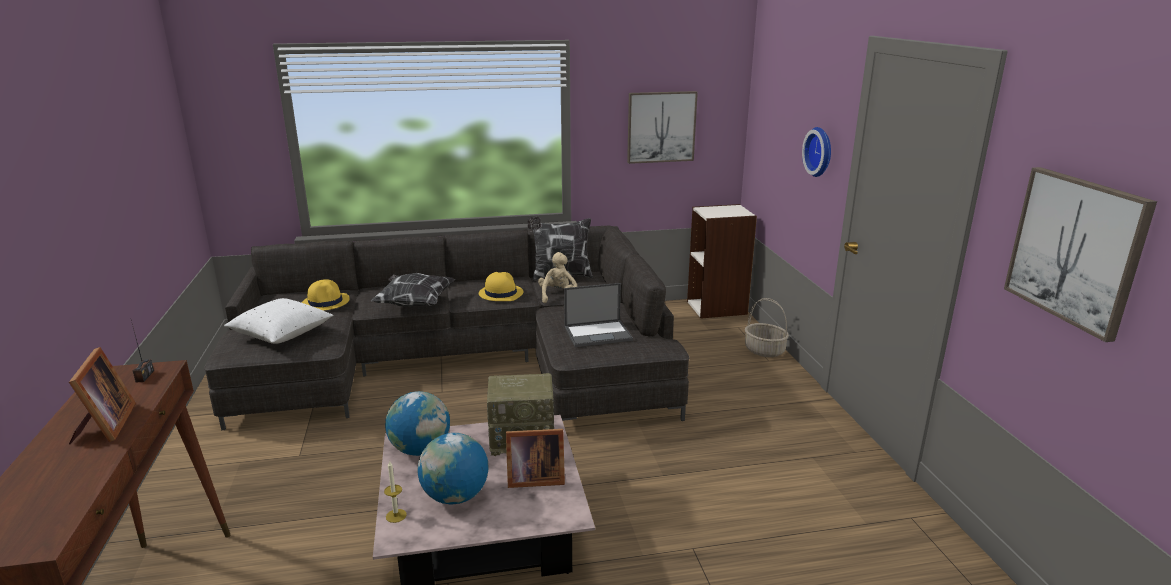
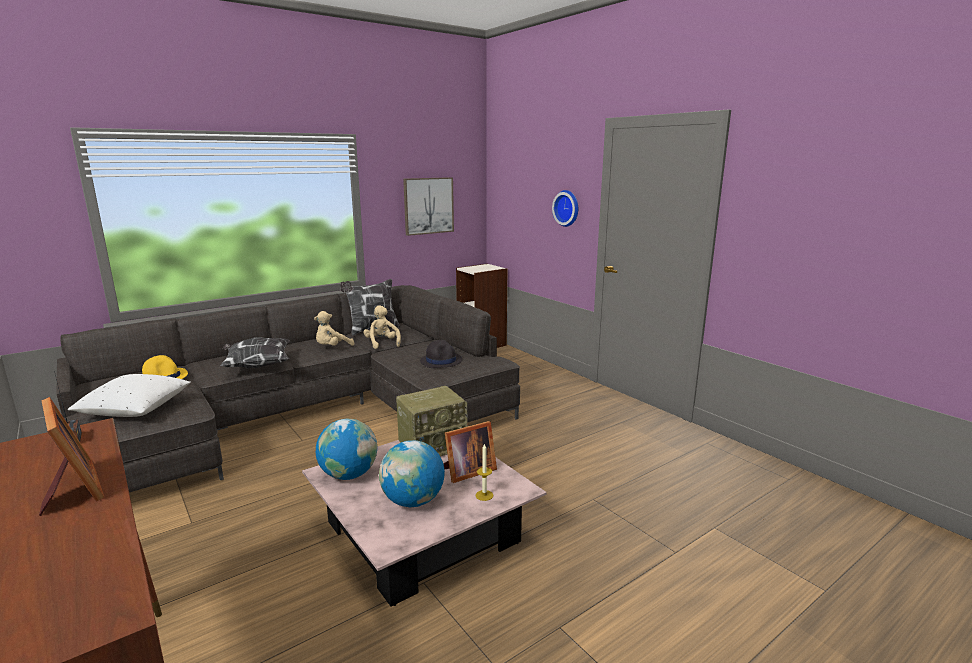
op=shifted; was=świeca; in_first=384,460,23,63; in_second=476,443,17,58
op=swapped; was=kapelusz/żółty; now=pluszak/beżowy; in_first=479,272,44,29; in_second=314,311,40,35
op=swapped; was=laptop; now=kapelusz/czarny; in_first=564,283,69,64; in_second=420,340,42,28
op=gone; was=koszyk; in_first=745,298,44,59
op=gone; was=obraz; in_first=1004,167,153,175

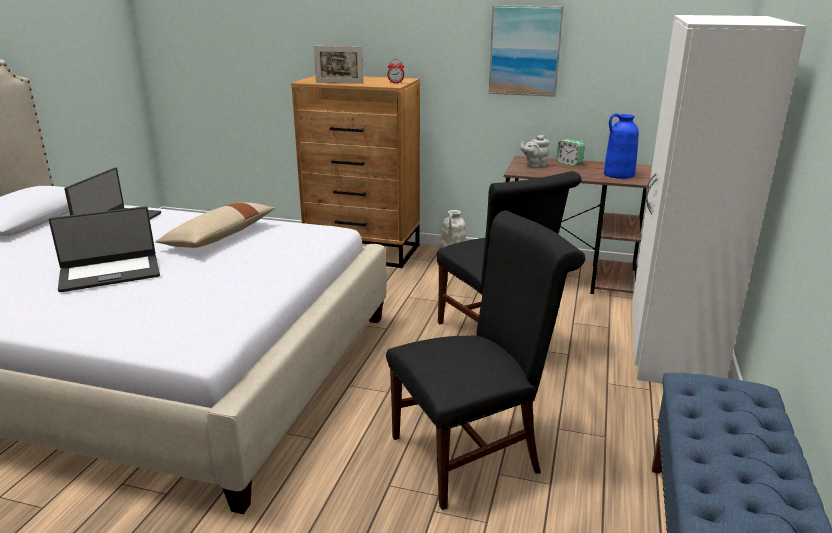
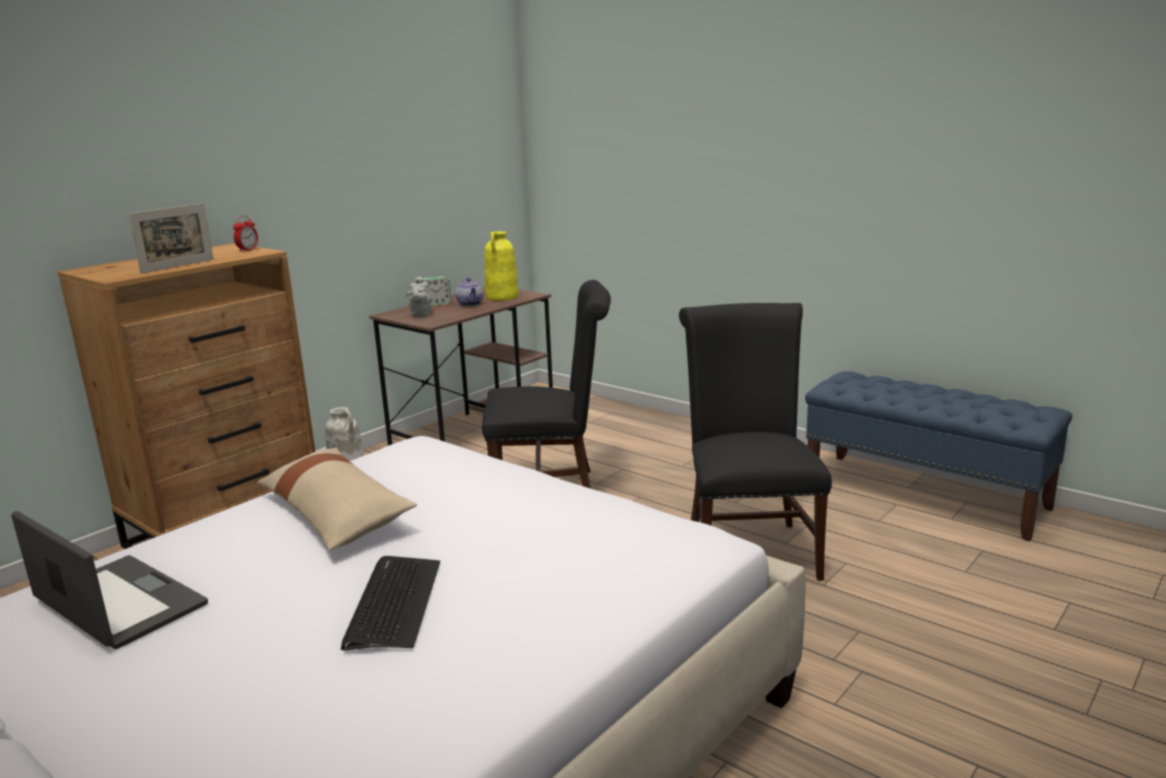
op=swapped; was=laptop; now=klawiatura; in_first=49,206,111,86; in_second=341,556,99,95
op=gone; was=obraz; in_first=489,5,75,92
op=repainted; was=wazon/niebieski; now=wazon/żółty; in_first=604,113,35,66; in_second=484,231,35,70
op=gone; was=szafa/biały; in_first=632,15,175,369
op=new; now=imbryk; in_second=456,278,28,28

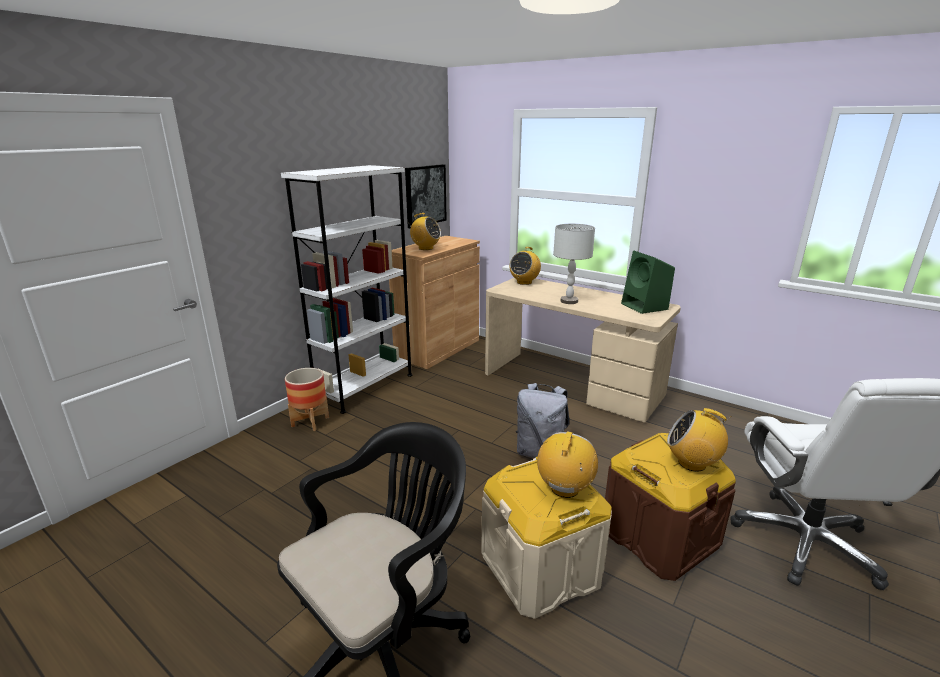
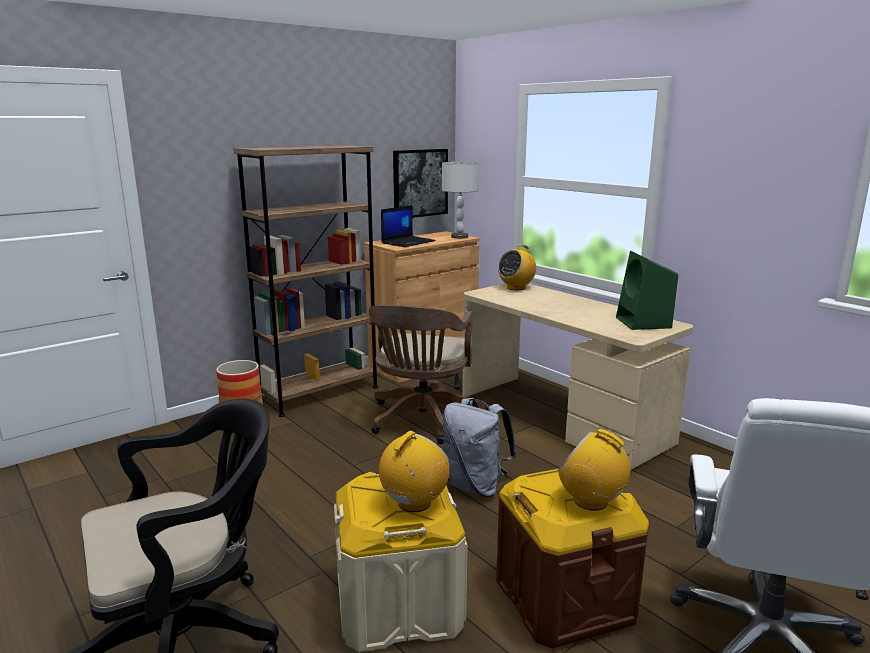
op=repainted; was=regał/biały; now=regał/brązowy; in_first=281,165,132,249; in_second=233,145,145,272
op=swapped; was=radio; now=laptop; in_first=408,213,33,37; in_second=381,205,55,42
op=shifted; was=lampa stołowa/szary; in_first=553,224,42,80; in_second=442,162,37,77
op=new; now=krzesło biurowe/brązowy; in_second=369,305,113,139

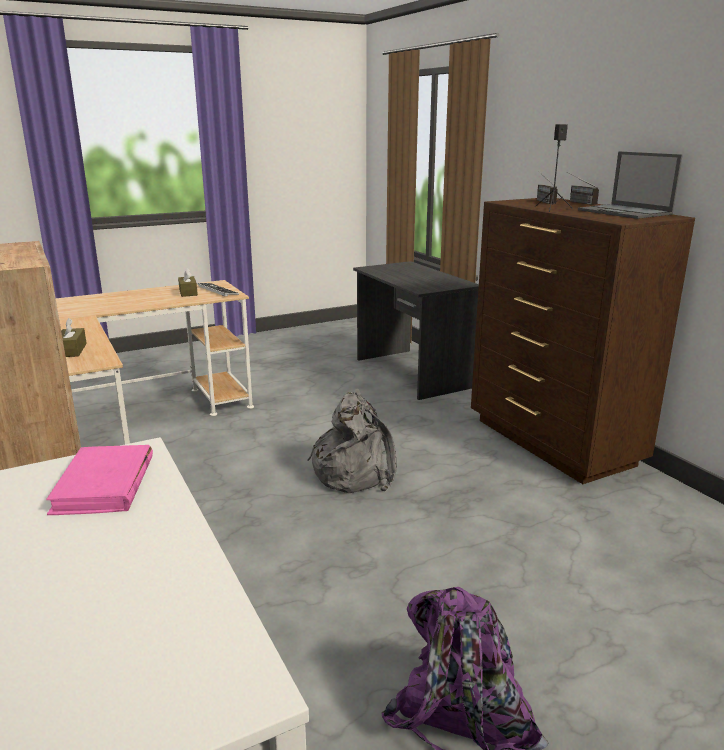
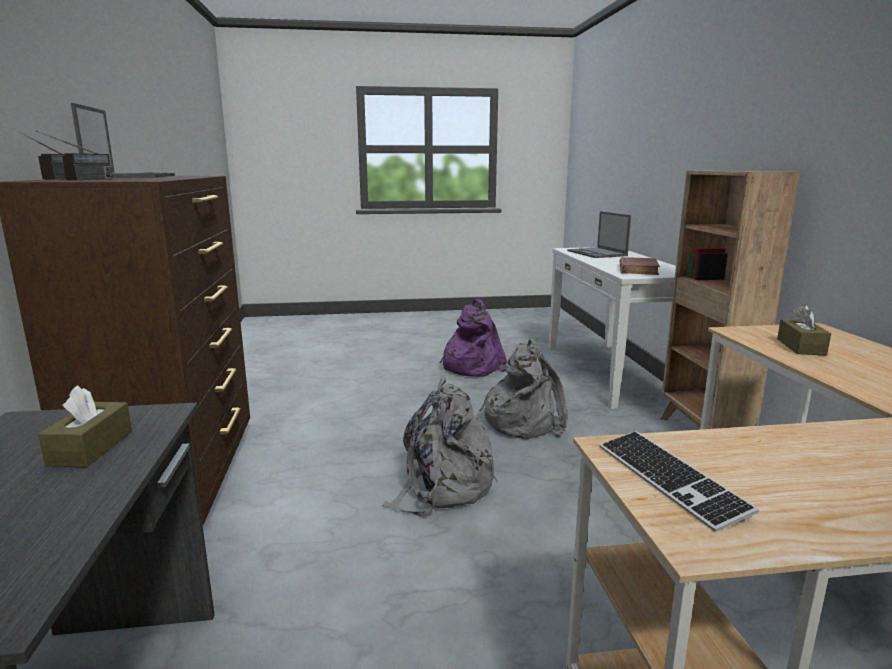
op=repainted; was=książka/różowy; now=książka/brązowy; in_first=46,445,107,70; in_second=620,257,40,18
op=shifted; was=pudełko chusteczek/brązowy; in_first=178,268,20,29; in_second=38,385,94,82
op=gone; was=głośnik/czarny; in_first=535,124,38,88
op=new; now=plecak/szary; in_second=479,339,89,100
op=new; now=laptop; in_second=567,211,64,47

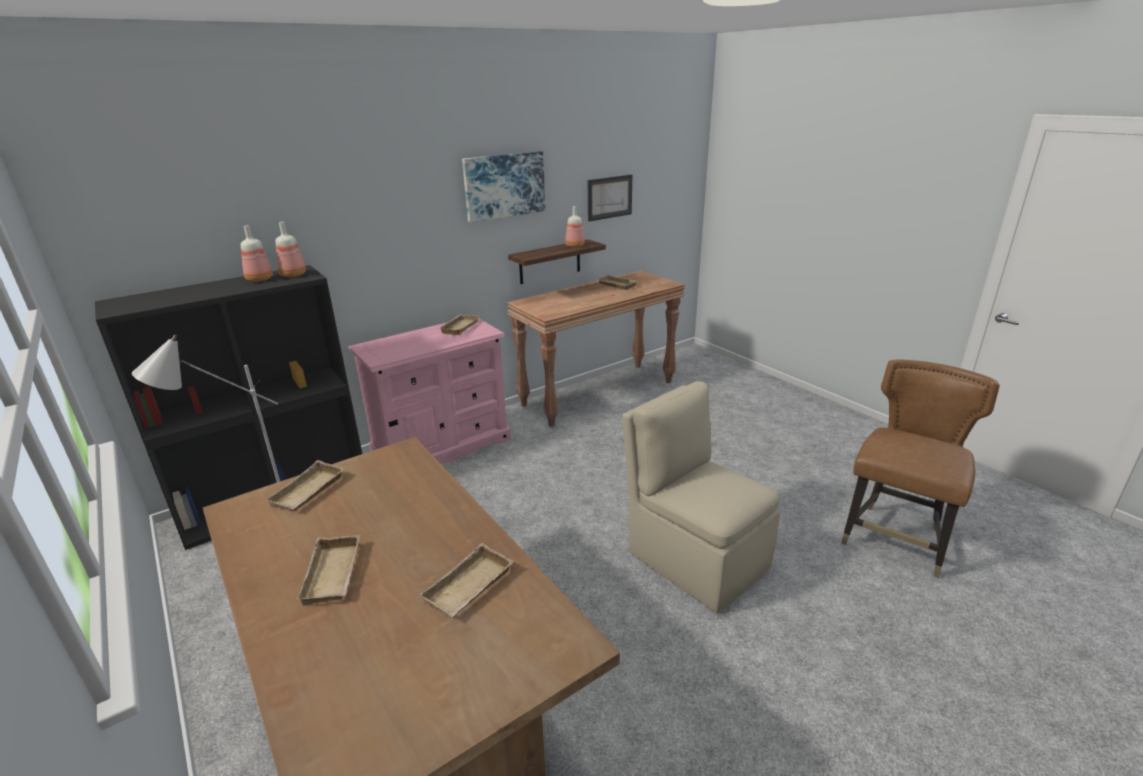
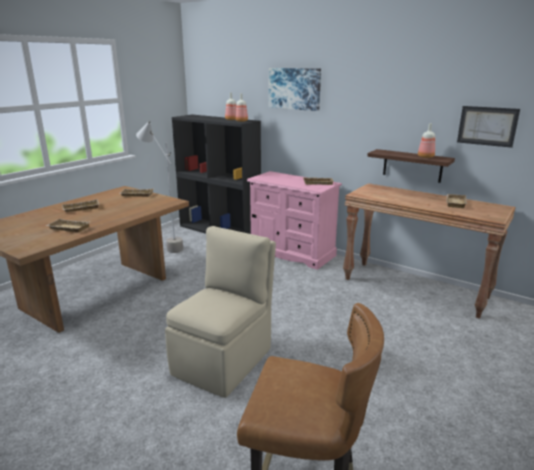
op=shifted; was=obraz; in_first=462,151,83,71; in_second=269,68,52,43

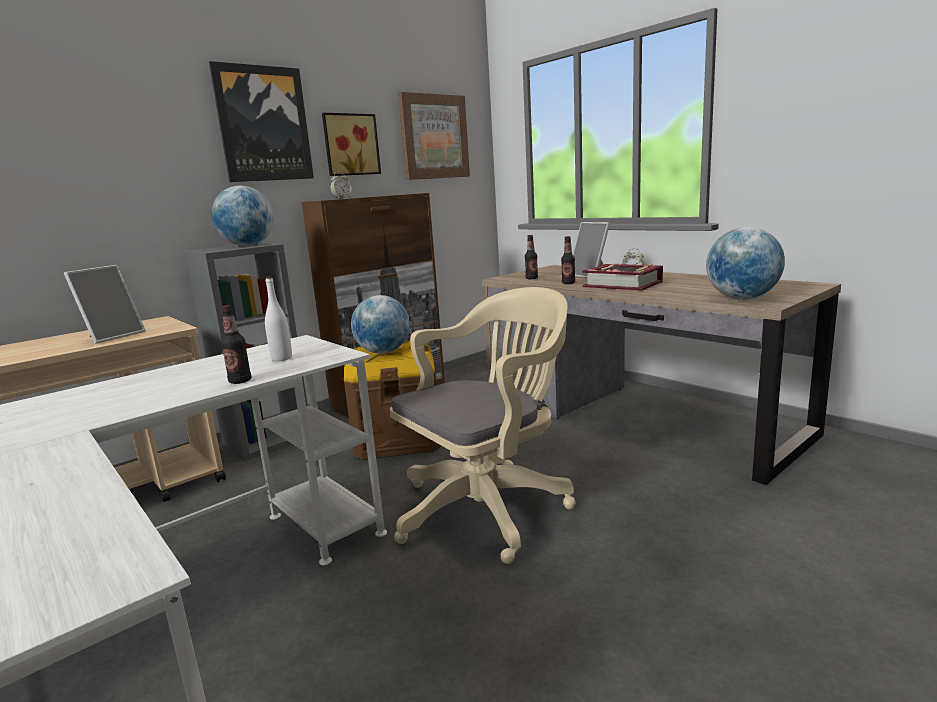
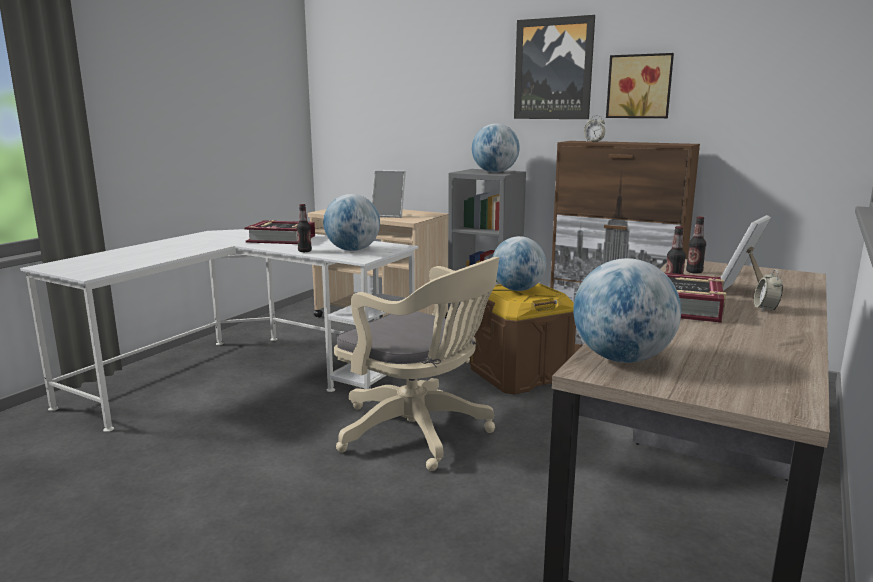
op=swapped; was=butelka/biały; now=globus; in_first=265,276,27,85; in_second=323,194,57,57
op=gone; was=obraz; in_first=398,92,72,88
op=new; now=książka; in_second=245,220,70,24

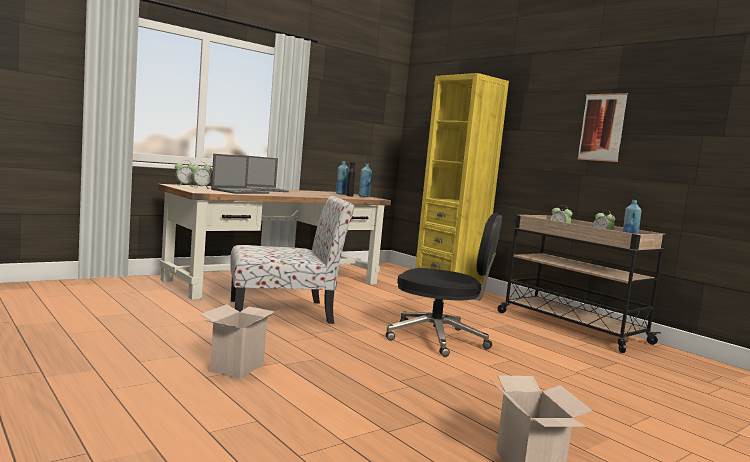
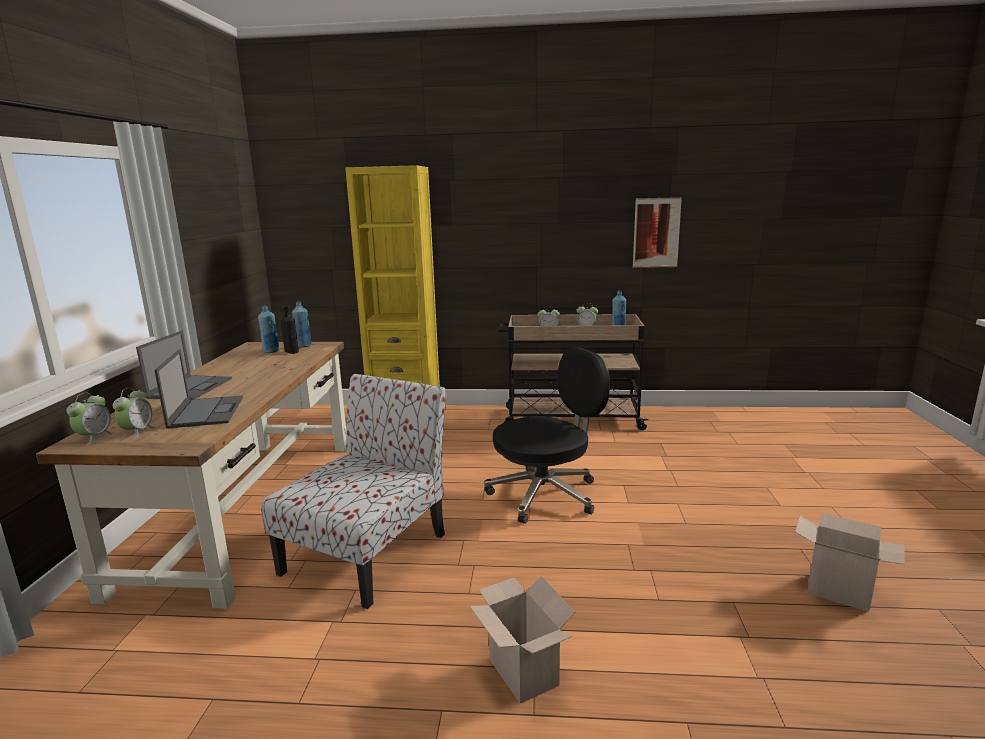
op=shifted; was=obraz; in_first=578,93,50,69; in_second=633,197,49,71

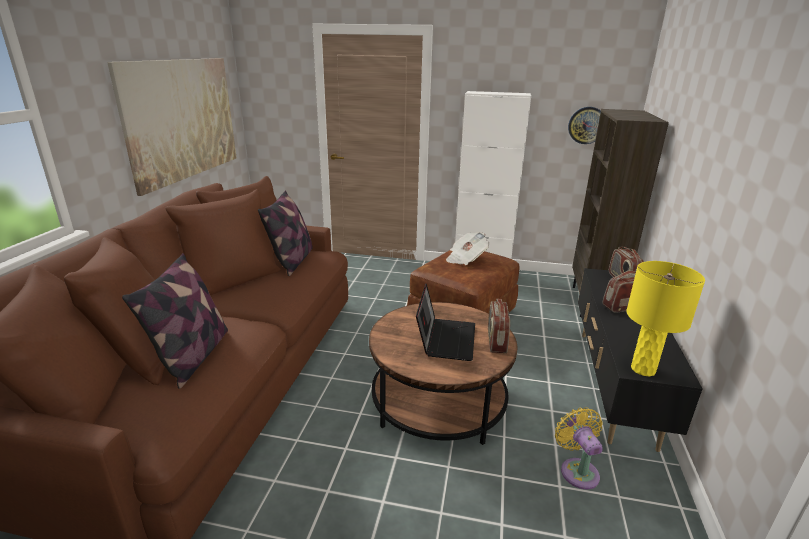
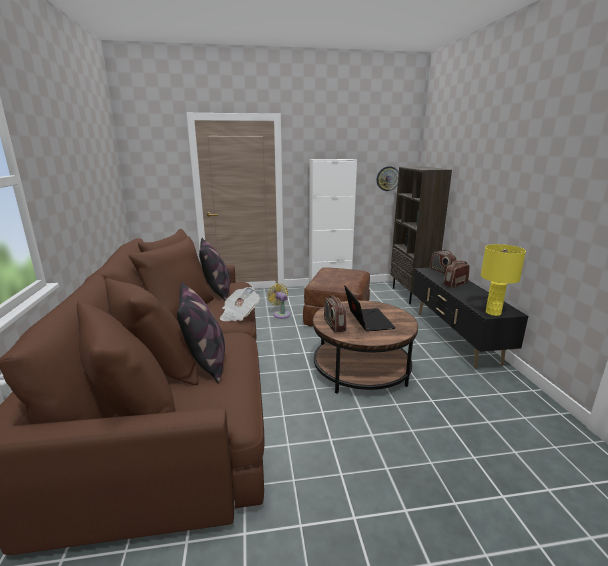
op=gone; was=obraz; in_first=107,58,130,138
op=shifted; was=gazeta; in_first=446,232,43,33; in_second=220,287,40,34
op=shifted; was=radio; in_first=488,299,22,54; in_second=324,295,23,38
op=shifted; was=wentylator/żółty; in_first=555,408,48,81; in_second=268,283,22,36

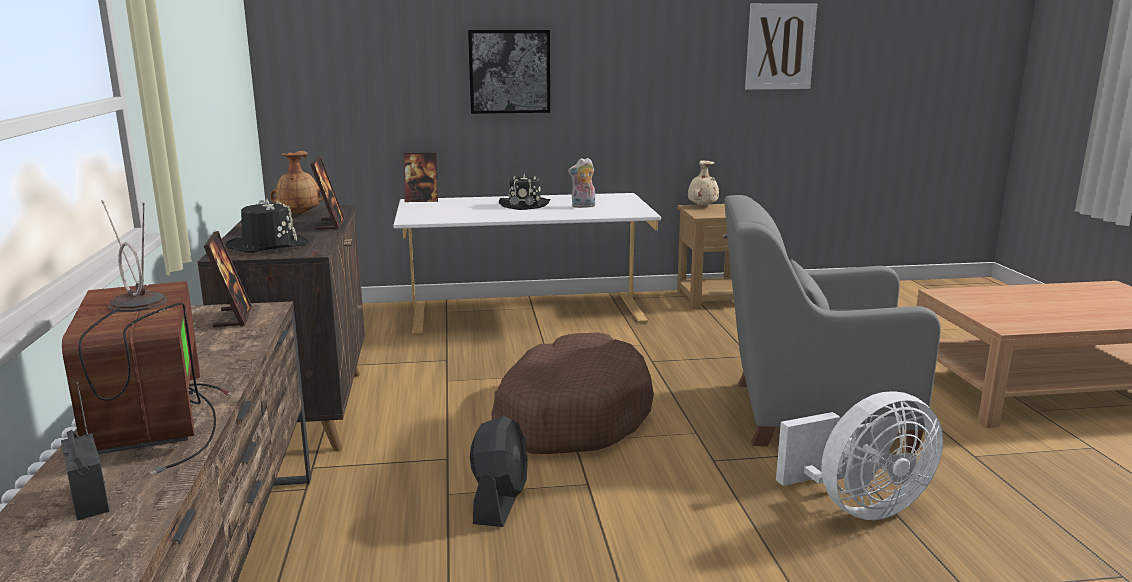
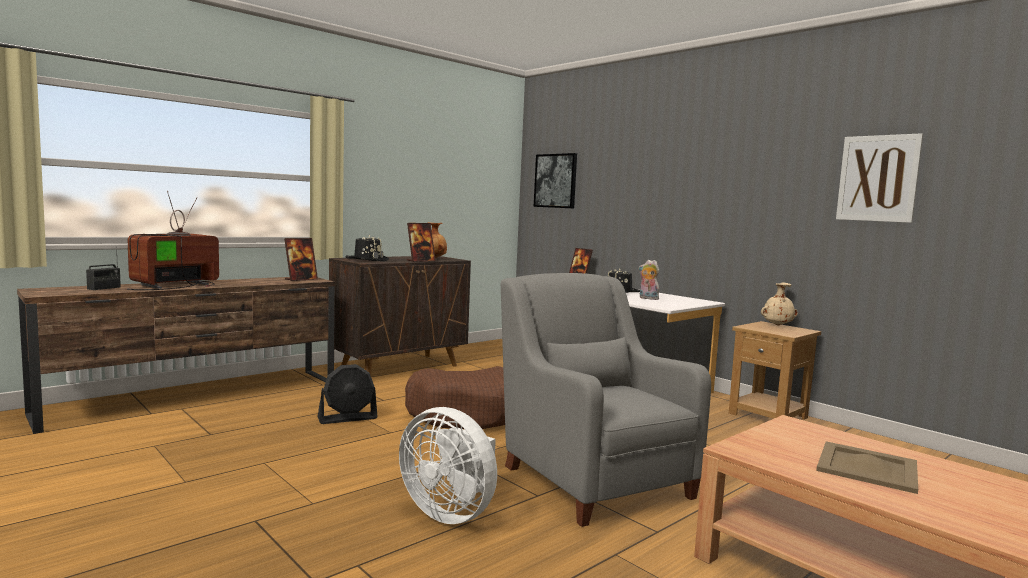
op=shifted; was=obraz; in_first=468,30,82,84; in_second=534,153,43,55
op=new; now=taca/beżowy; in_second=816,441,102,53

